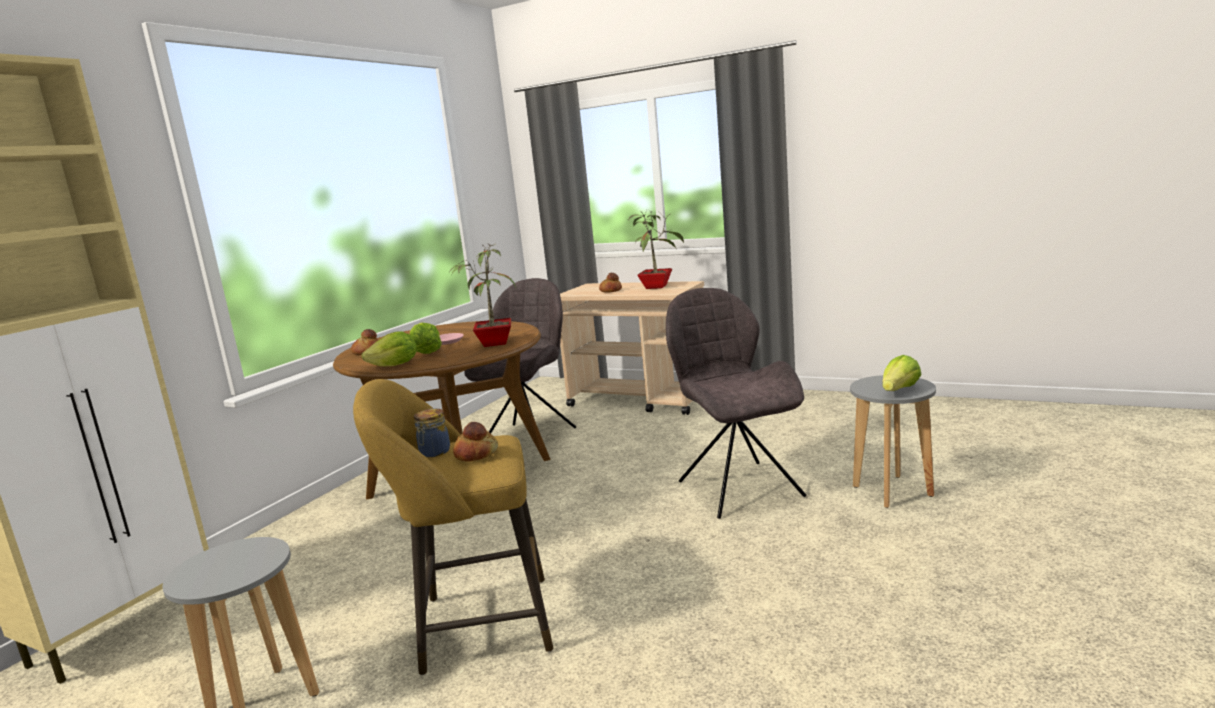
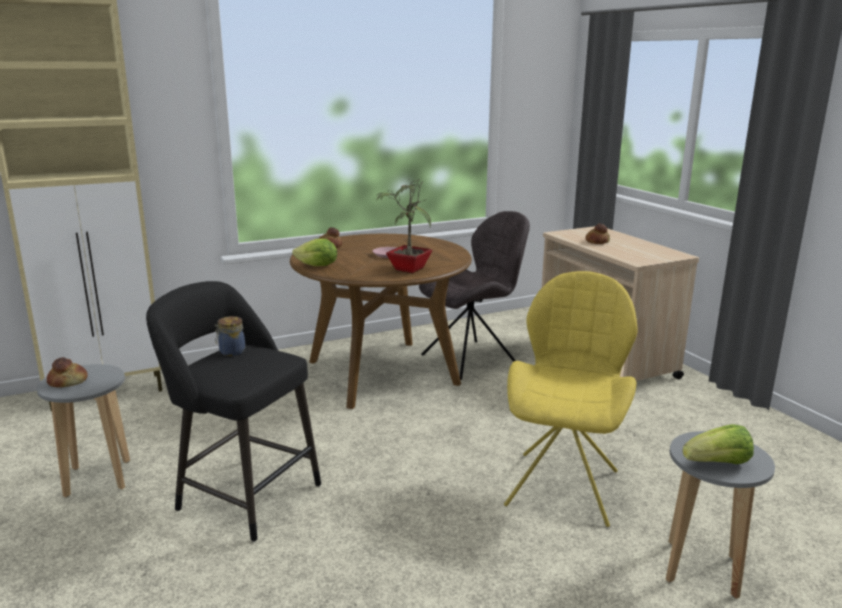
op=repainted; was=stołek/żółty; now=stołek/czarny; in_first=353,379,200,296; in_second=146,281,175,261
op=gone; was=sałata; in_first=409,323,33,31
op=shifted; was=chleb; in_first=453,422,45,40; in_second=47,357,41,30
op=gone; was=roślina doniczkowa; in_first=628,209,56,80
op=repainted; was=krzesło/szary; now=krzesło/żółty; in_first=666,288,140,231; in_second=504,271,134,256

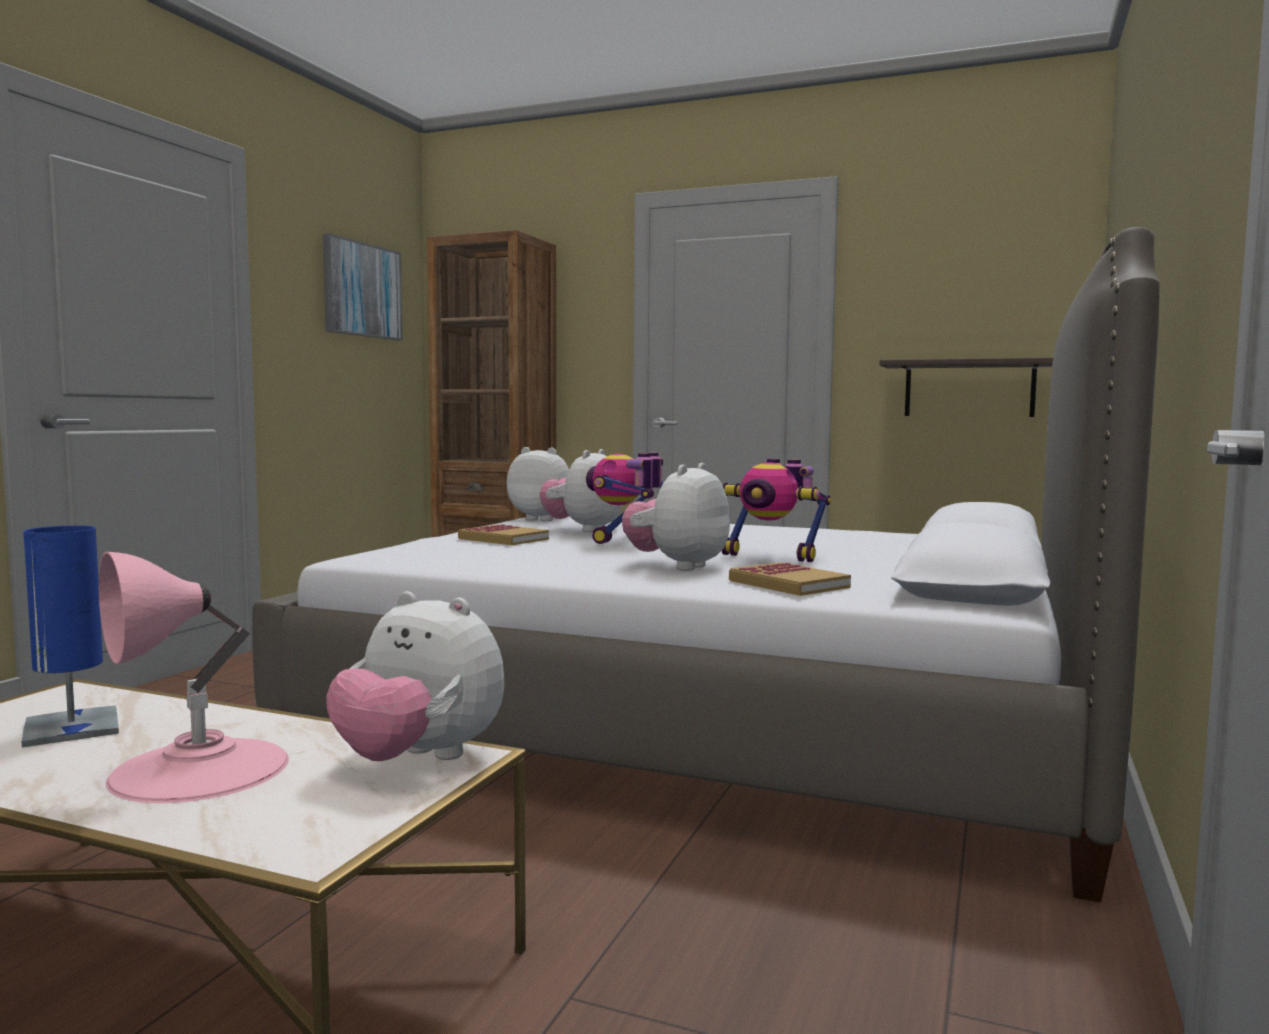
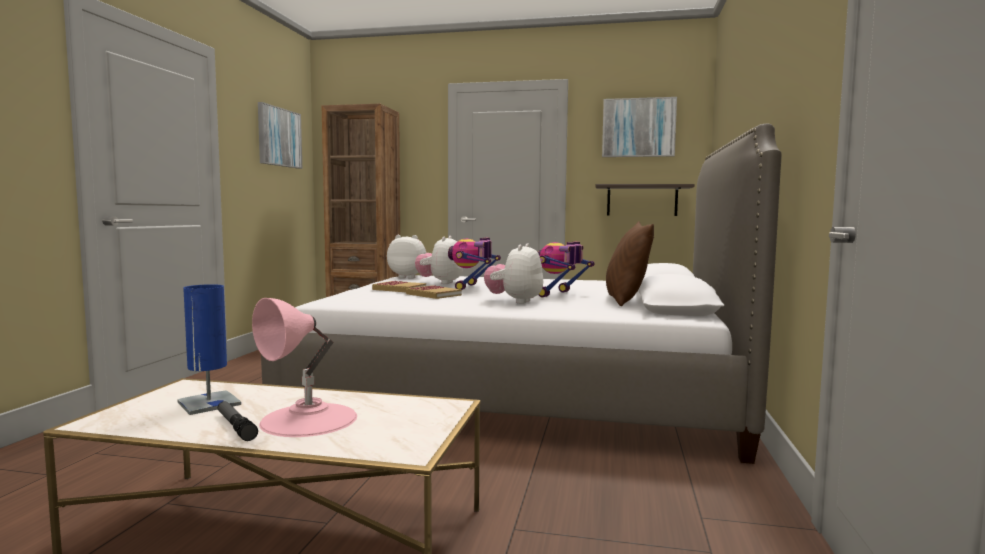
op=gone; was=pluszak; in_first=326,591,178,170
op=rotated; was=robot zabawkowy; in_first=722,459,109,103; in_second=538,242,57,55; clockwise=105
op=shifted; was=książka; in_first=729,562,122,34; in_second=406,285,56,14
op=new; now=latarka; in_second=218,401,40,40
op=new; now=obraz; in_second=602,97,75,60
op=new; now=poduszka/brązowy; in_second=606,221,48,85

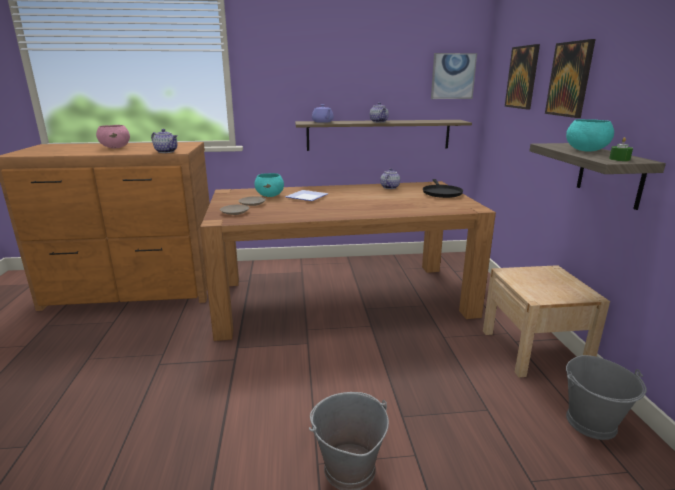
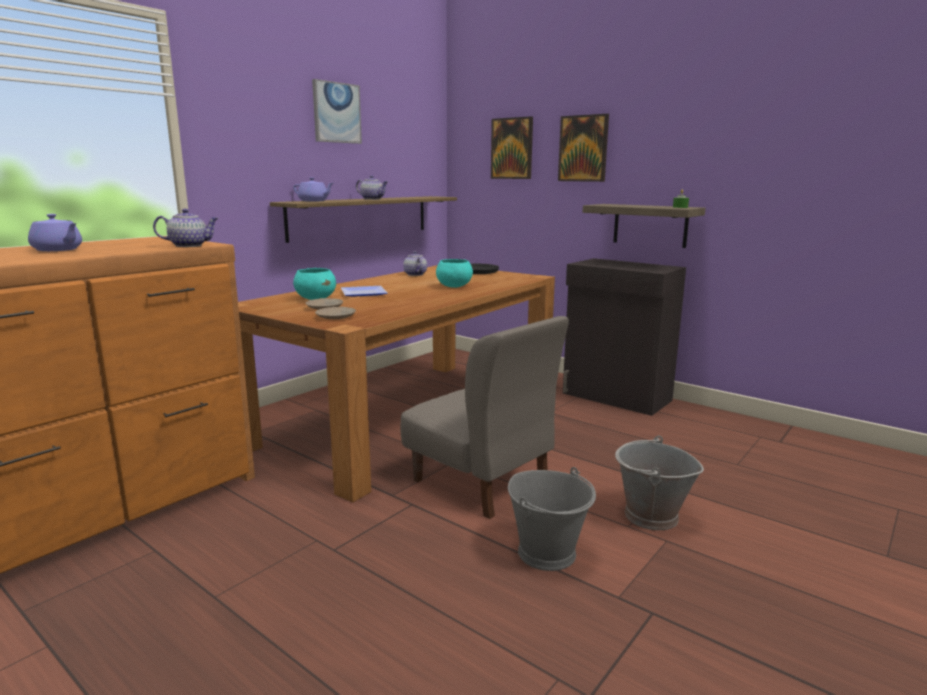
op=swapped; was=miska/różowy; now=imbryk/fioletowy; in_first=96,125,34,23; in_second=28,214,54,37
op=shifted; was=obraz; in_first=431,53,46,46; in_second=312,79,50,65
op=swapped; was=szafka nocna/beżowy; now=szafka/czarny; in_first=483,265,127,112; in_second=563,258,123,158
op=shifted; was=miska/turkusowy; in_first=566,119,48,33; in_second=436,259,37,29
op=shifted; was=wiadro/szary; in_first=566,355,81,85; in_second=508,467,88,104
op=new; now=krzesło/szary; in_second=400,316,169,203

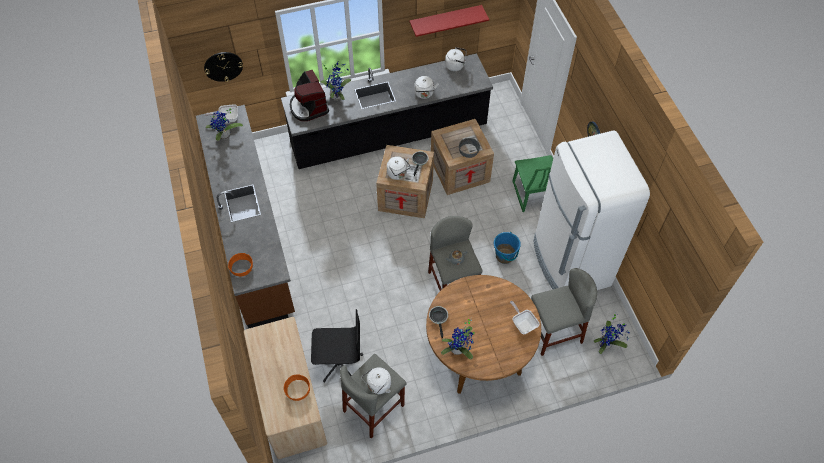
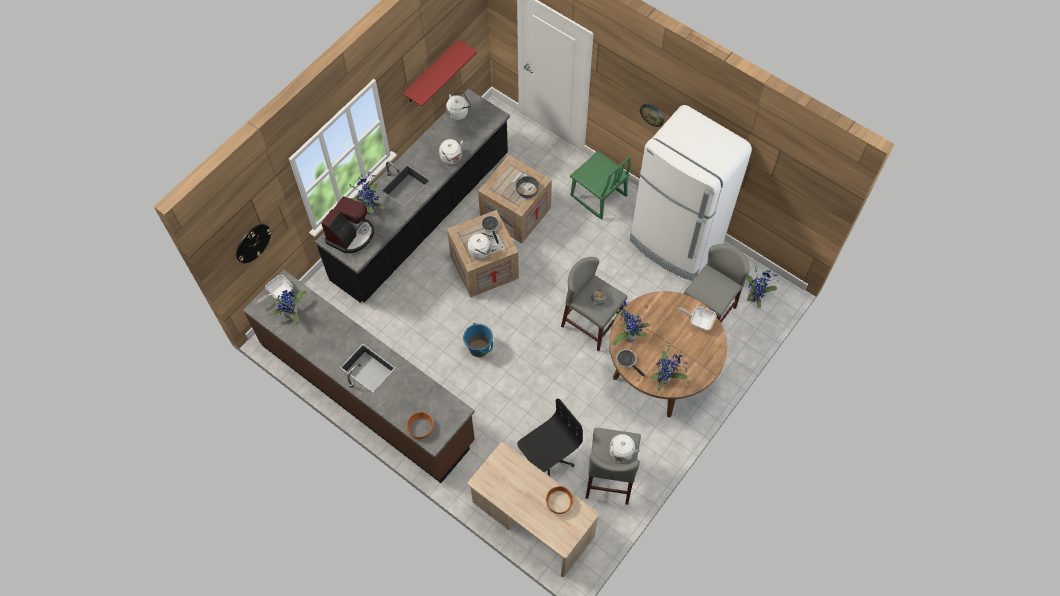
op=rotated; was=ekspres do kawy; in_first=290,70,39,51; in_second=321,197,53,56; clockwise=-90
op=shifted; was=wiadro/niebieski; in_first=494,232,27,32; in_second=463,323,30,34
op=new; now=roślina doniczkowa; in_second=612,301,38,44

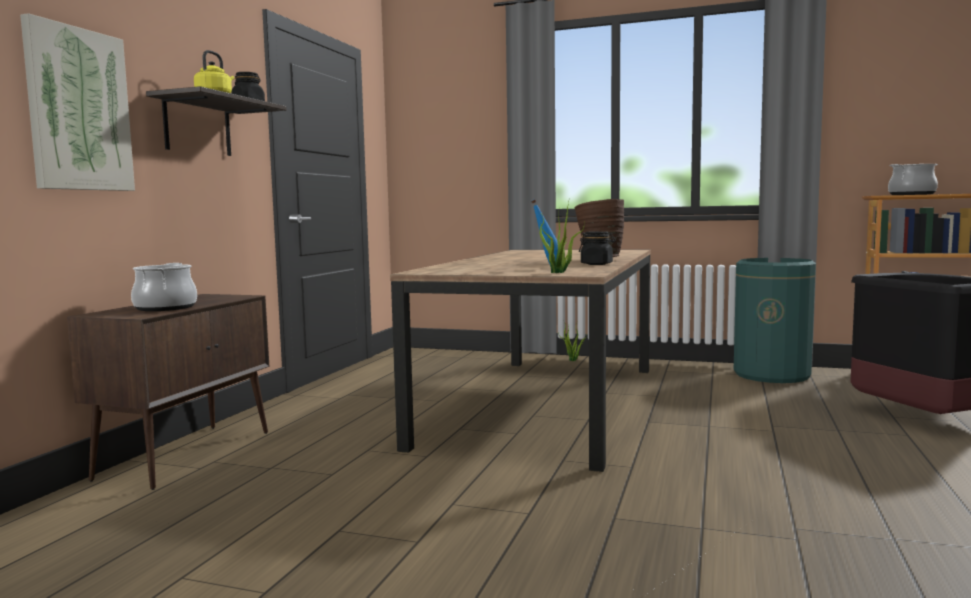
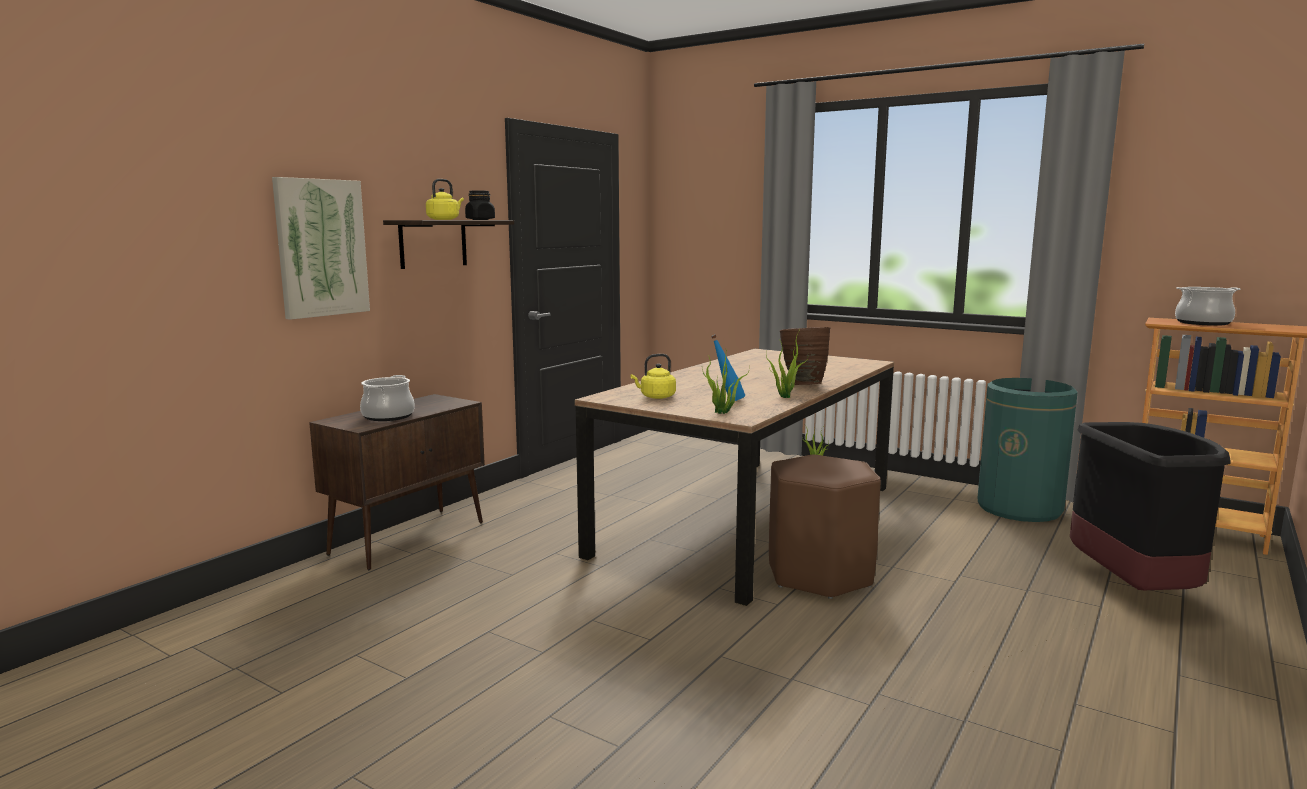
op=swapped; was=słoik/czarny; now=roślina doniczkowa; in_first=579,231,37,34; in_second=766,331,43,67
op=new; now=czajnik/żółty; in_second=631,354,45,45
op=new; now=stołek/brązowy; in_second=769,454,112,145

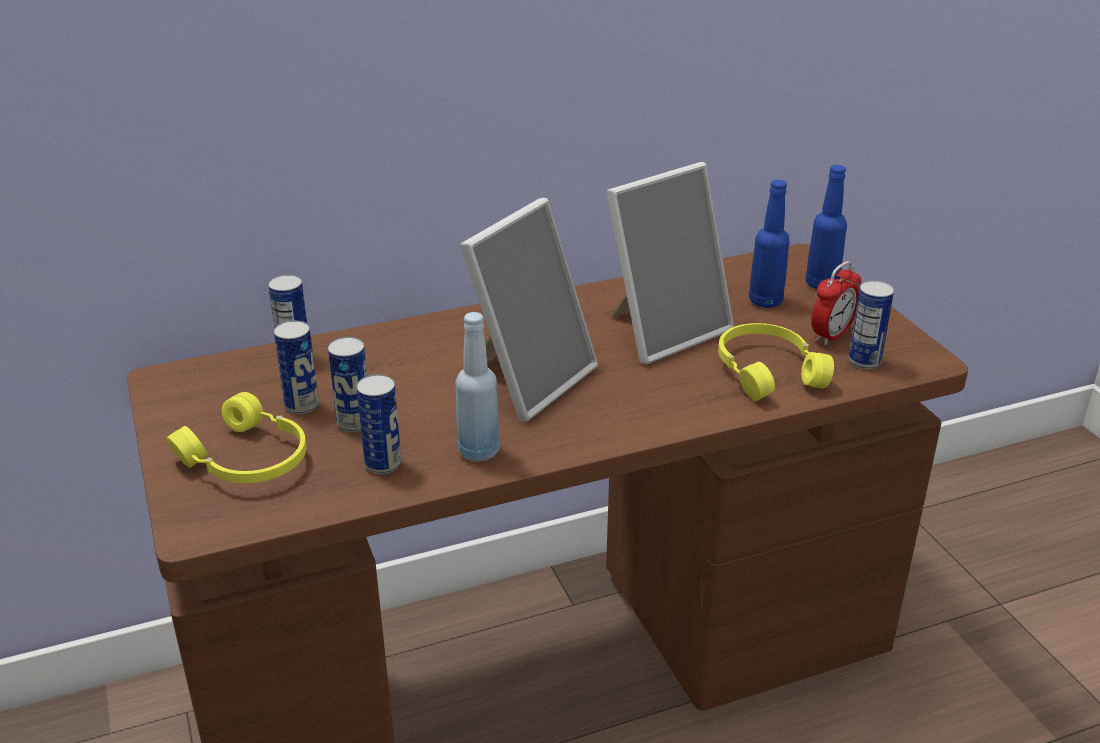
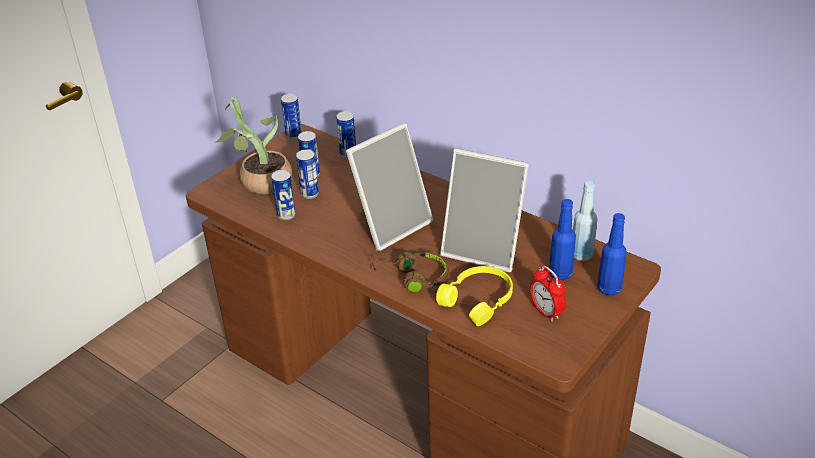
op=swapped; was=słuchawki/żółty; now=roślina doniczkowa; in_first=167,392,139,91; in_second=216,97,76,97
op=shifted; was=butelka/niebieski; in_first=455,312,44,150; in_second=573,181,24,80
op=rotated; was=ramka na zdjęcie; in_first=460,198,138,224; in_second=346,123,87,128; clockwise=-45
op=rotated; was=budzik; in_first=811,261,51,85; in_second=530,266,36,56; clockwise=45
op=shifted; was=puszka; in_first=849,280,45,90; in_second=281,94,21,45
op=new; now=słuchawki/brązowy; in_second=371,251,77,42

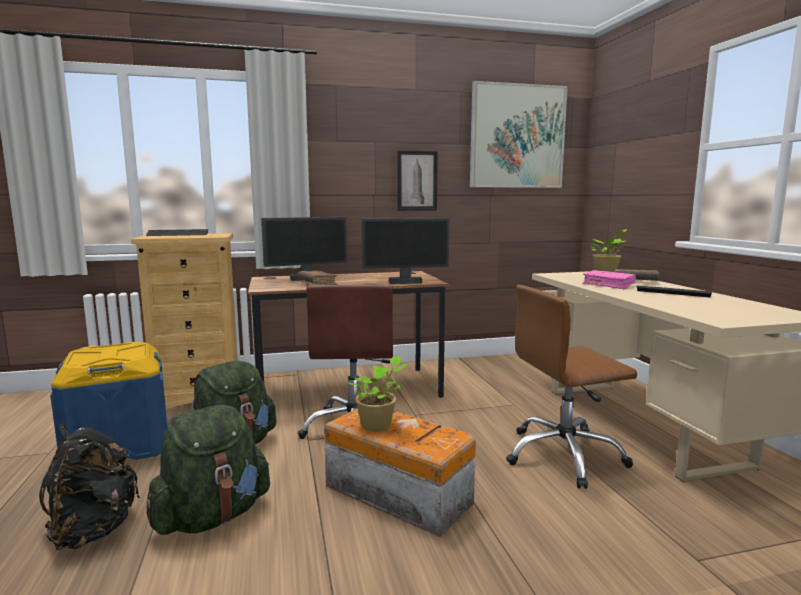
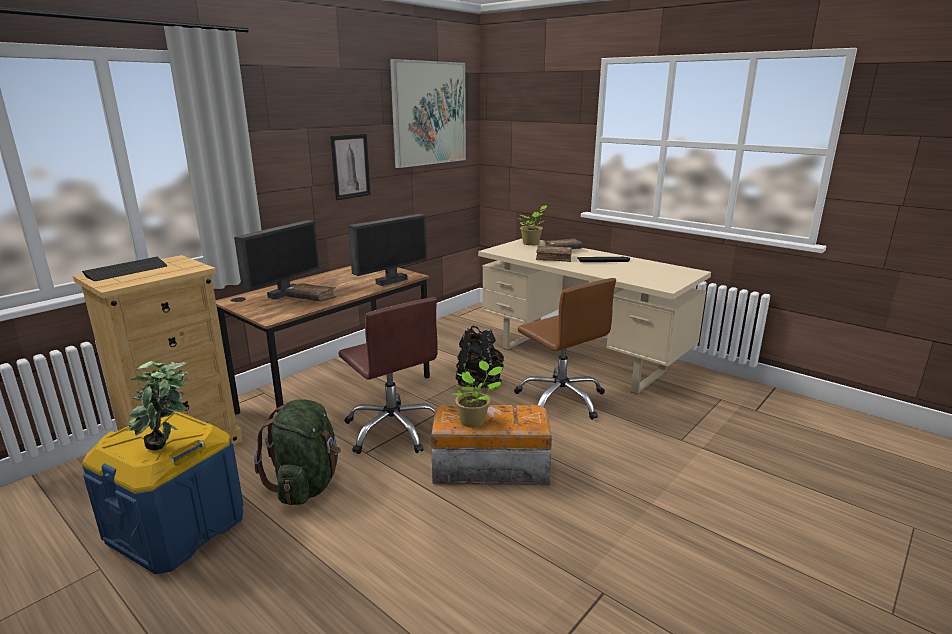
op=shifted; was=plecak/czarny; in_first=39,424,101,126; in_second=456,325,48,64
op=gone; was=plecak/zielony; in_first=146,405,124,130
op=rotated; was=krzesło biurowe/brązowy; in_first=506,285,131,204; in_second=514,278,102,142; clockwise=-75
op=repainted; was=książka/różowy; now=książka/brązowy; in_first=582,270,54,19; in_second=536,246,36,16
op=new; now=roślina doniczkowa; in_second=127,361,62,89

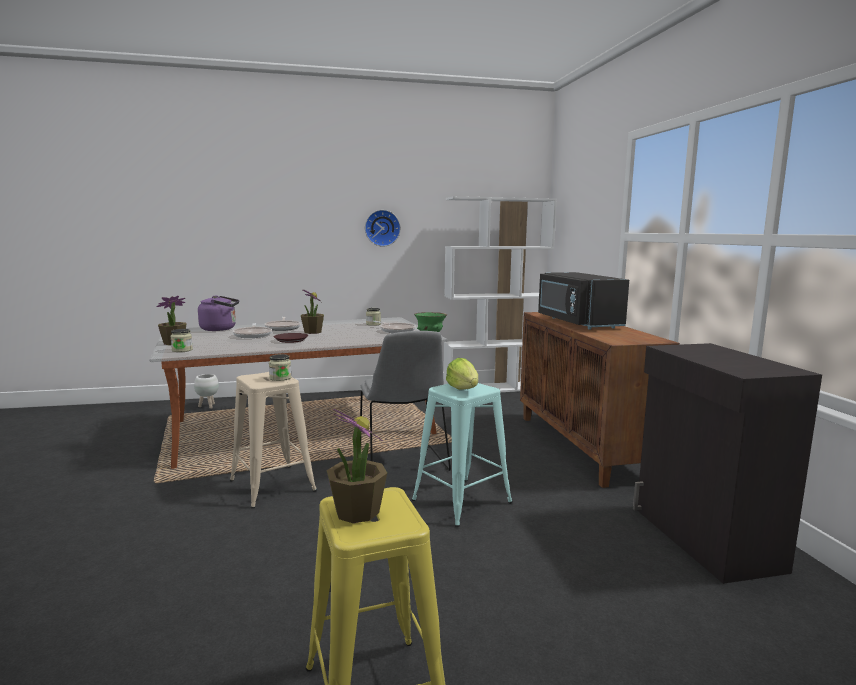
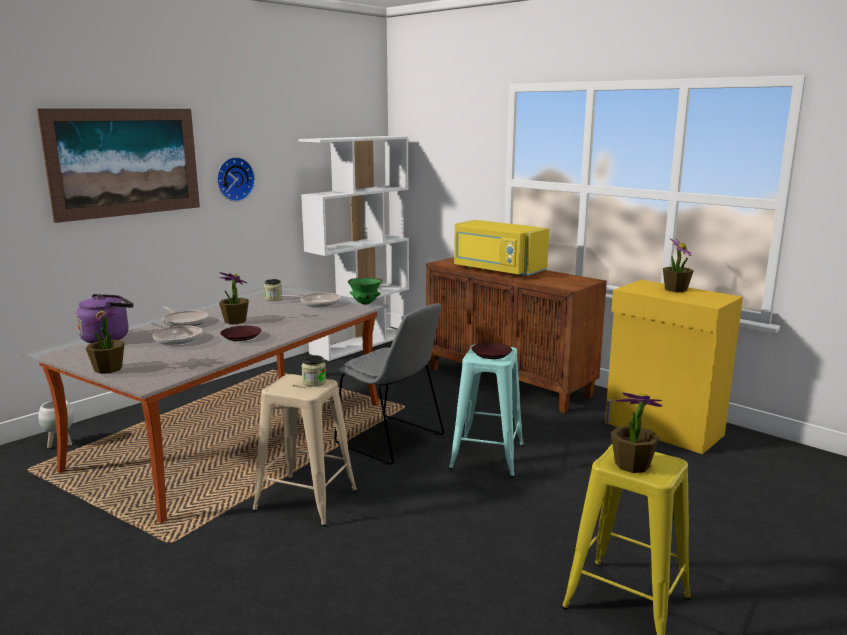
op=gone; was=słoik; in_first=170,329,23,23
op=swapped; was=sałata; now=talerz/brązowy; in_first=446,358,32,32; in_second=471,343,41,16
op=repainted; was=mikrofalówka/czarny; now=mikrofalówka/żółty; in_first=538,272,91,58; in_second=454,220,95,57
op=repainted; was=szafka/czarny; now=szafka/żółty; in_first=633,343,189,241; in_second=605,280,138,174
op=new; now=obraz; in_second=37,108,163,115
op=new; now=roślina doniczkowa; in_second=663,238,30,54

